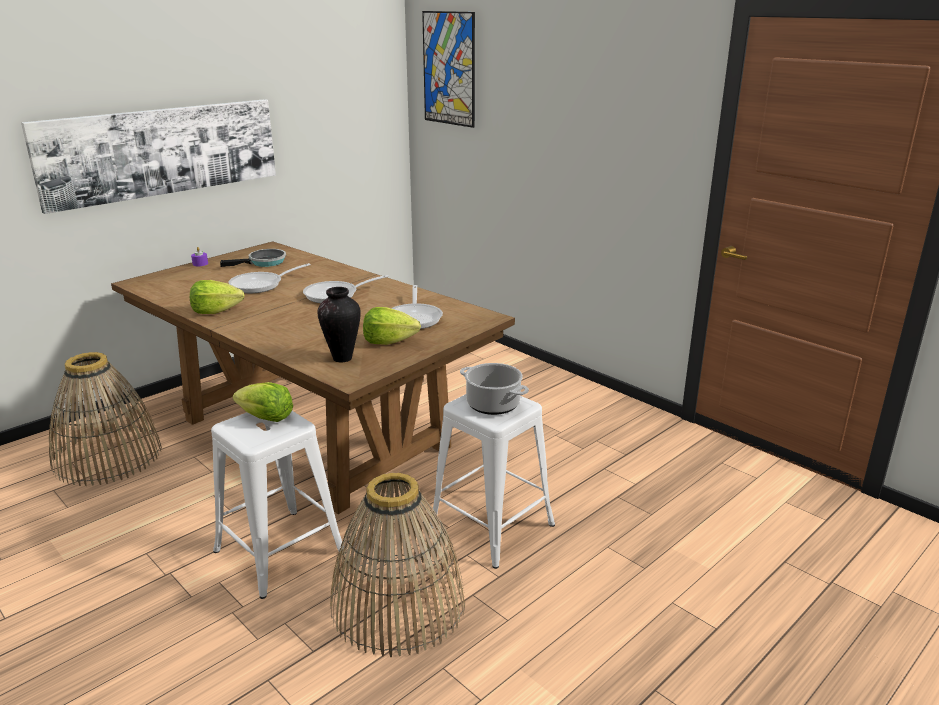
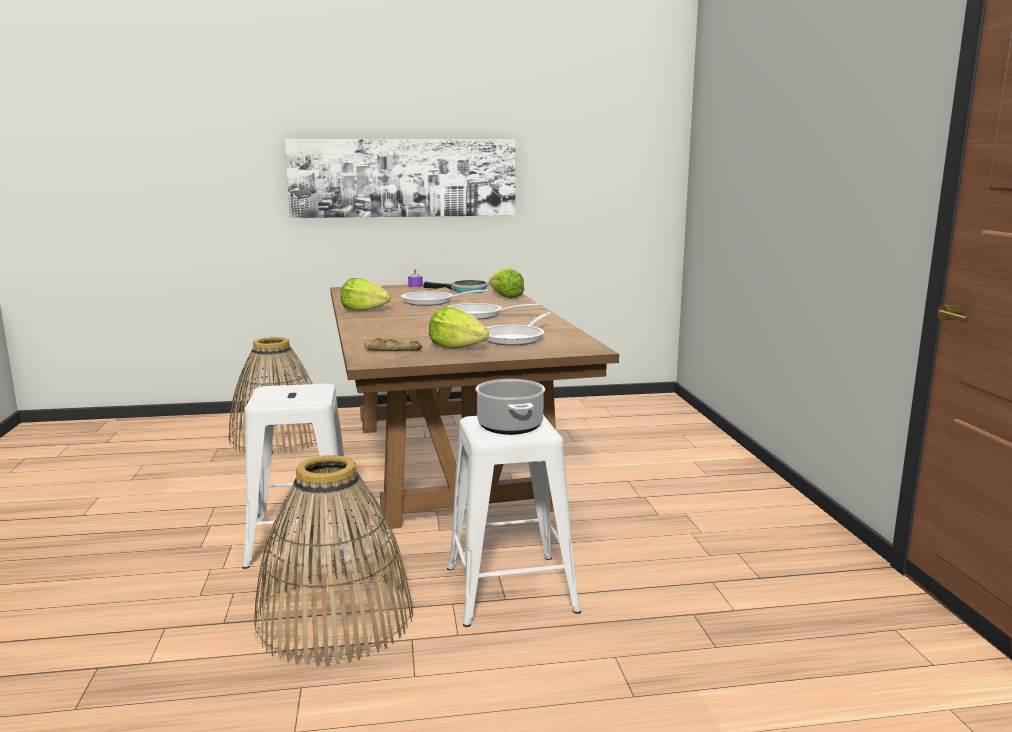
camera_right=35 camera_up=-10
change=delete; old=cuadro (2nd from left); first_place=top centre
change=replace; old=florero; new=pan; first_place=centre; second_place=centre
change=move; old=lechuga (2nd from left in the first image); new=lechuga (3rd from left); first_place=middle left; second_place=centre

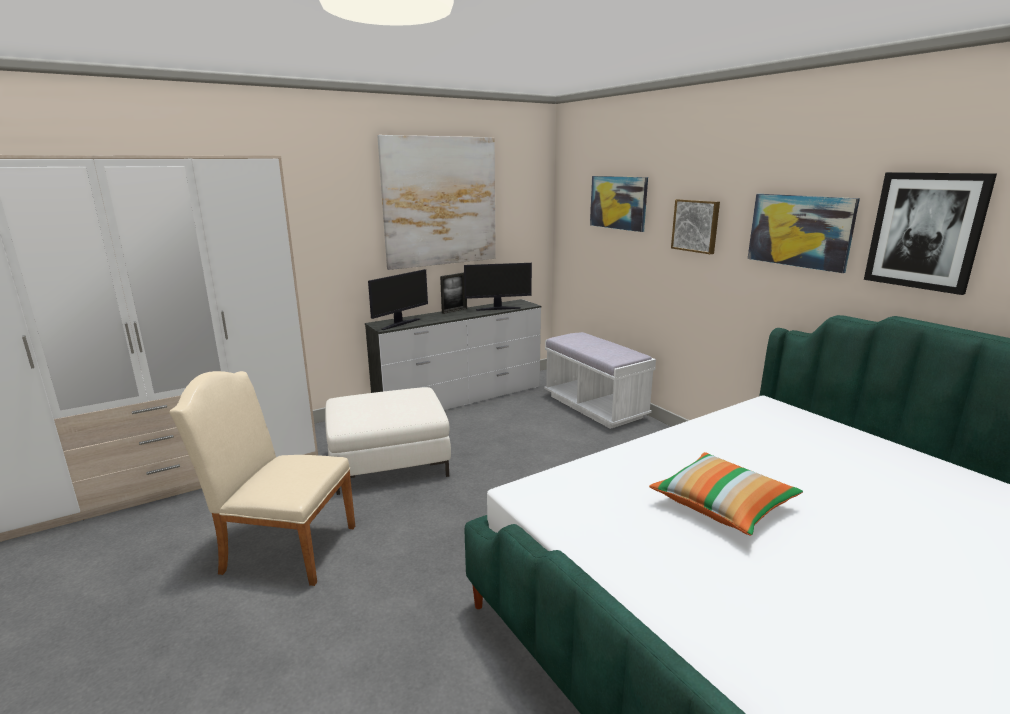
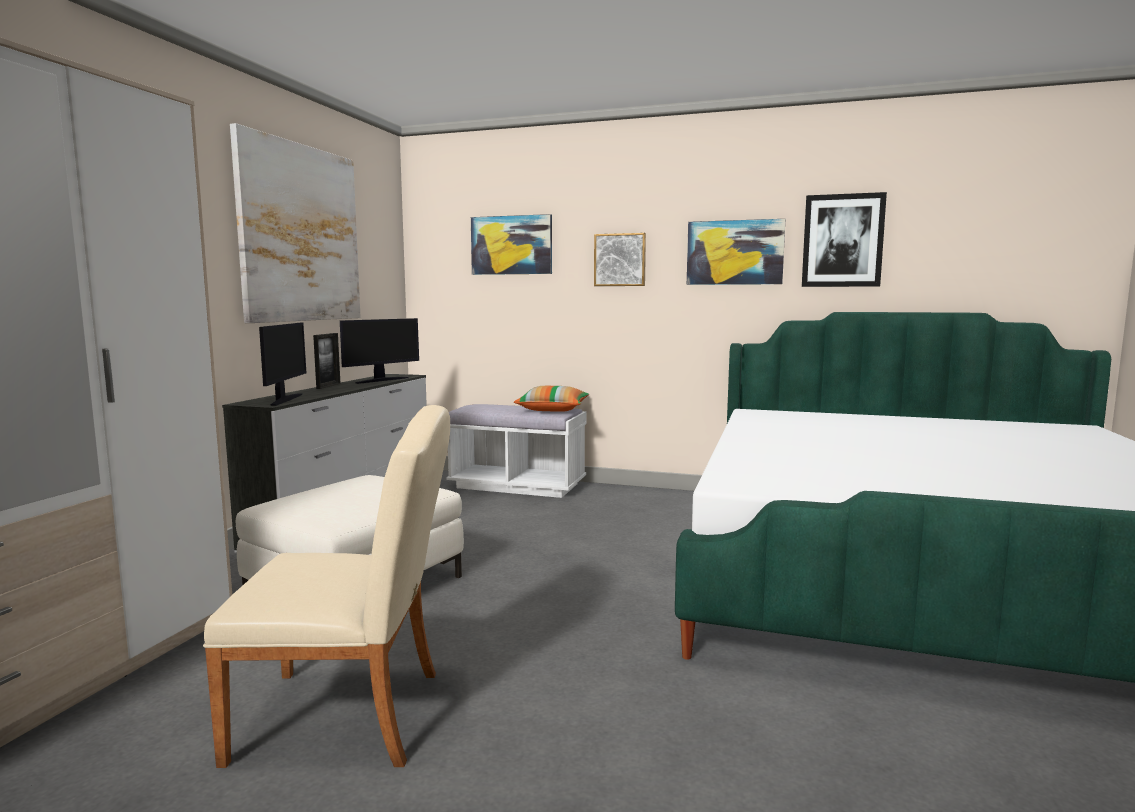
camera_right=-40 camera_up=-10
change=rotate; old=silla [beis]; first_place=bottom left; second_place=bottom left; degrees=-150
change=move; old=cojín; first_place=bottom right; second_place=centre

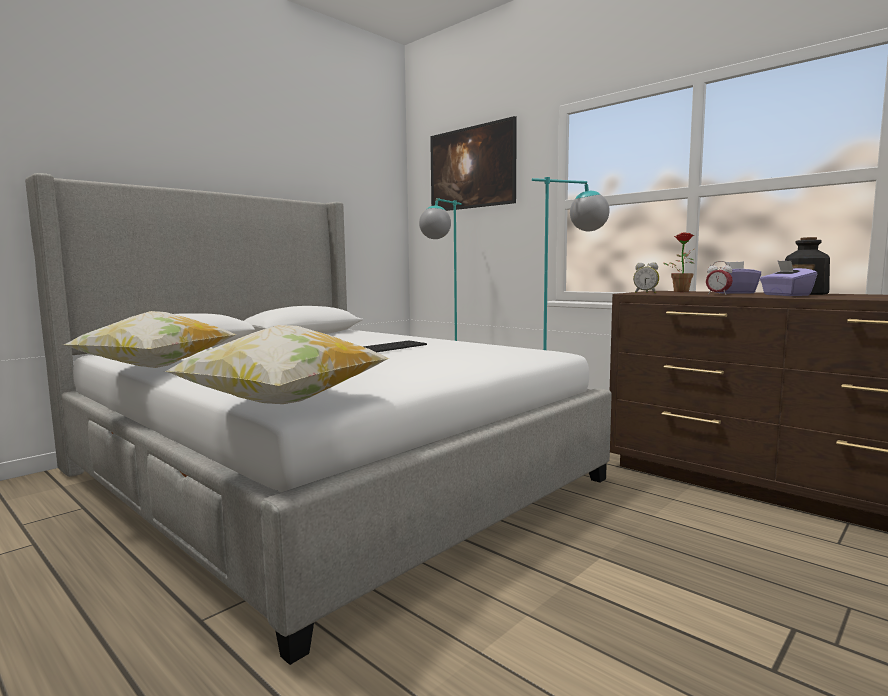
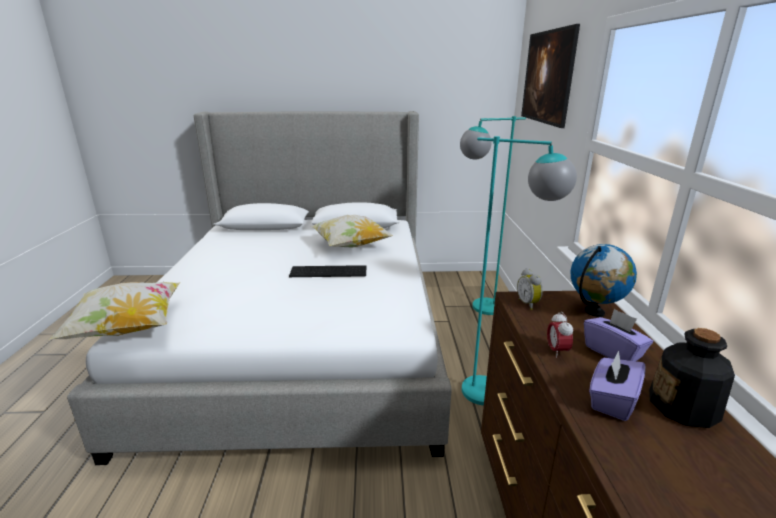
camera_right=45 camera_up=15
change=replace; old=planta en maceta; new=globo terráqueo; first_place=middle right; second_place=middle right
change=move; old=cojín (1st from left in the first image); new=cojín (2nd from left); first_place=middle left; second_place=centre

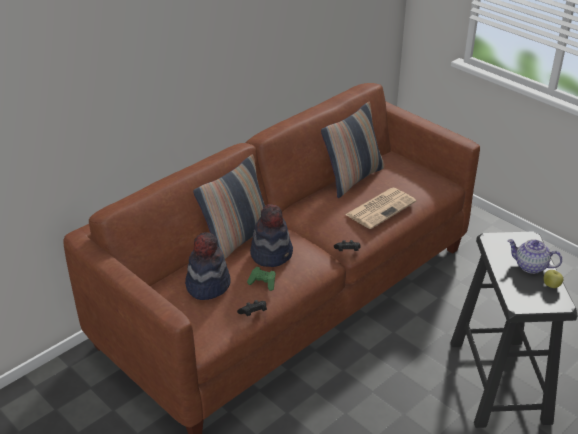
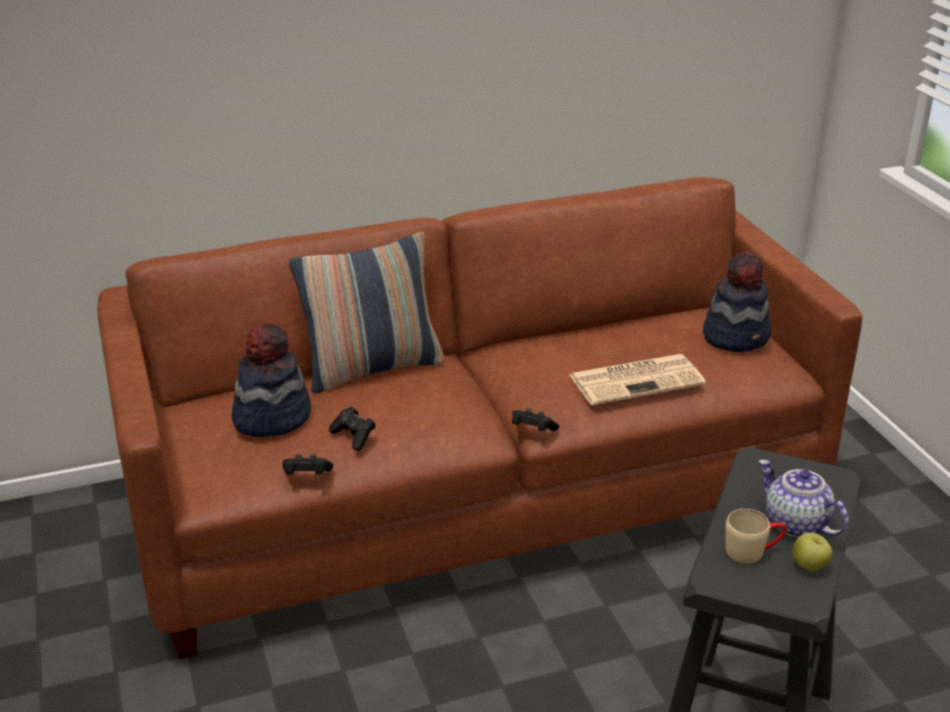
camera_right=25 camera_up=-5
change=delete; old=cojín (2nd from left); first_place=centre
change=move; old=sombrero (2nd from left); first_place=centre; second_place=middle right
change=recolor; old=mando de consola [verde]; new=mando de consola [negro] (2nd from left); first_place=centre; second_place=centre
change=insert; new=taza grande [beis]; second_place=bottom right

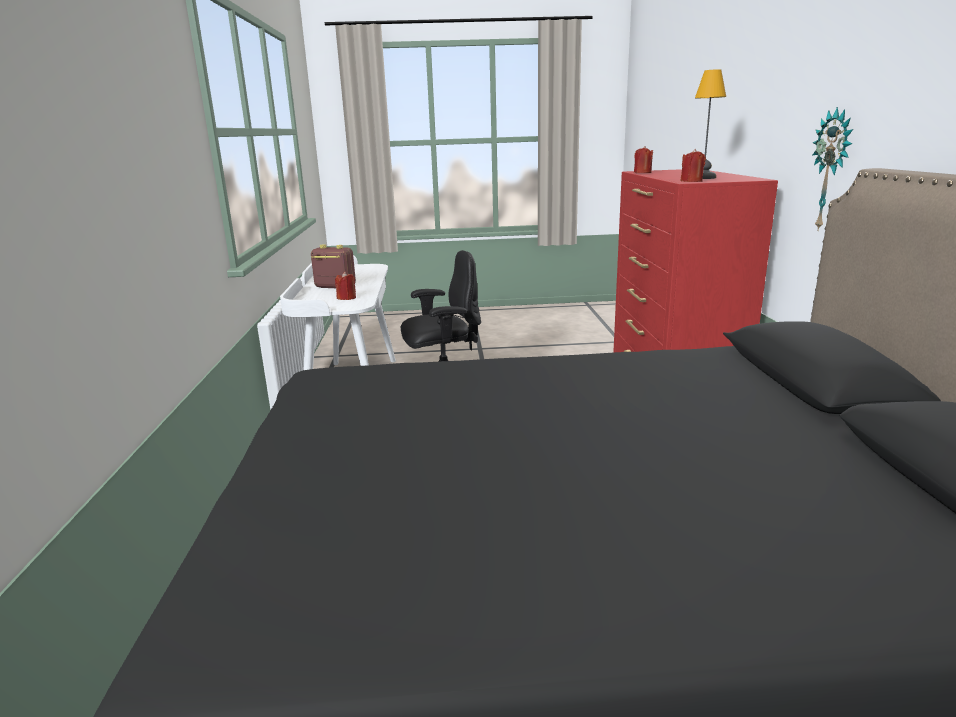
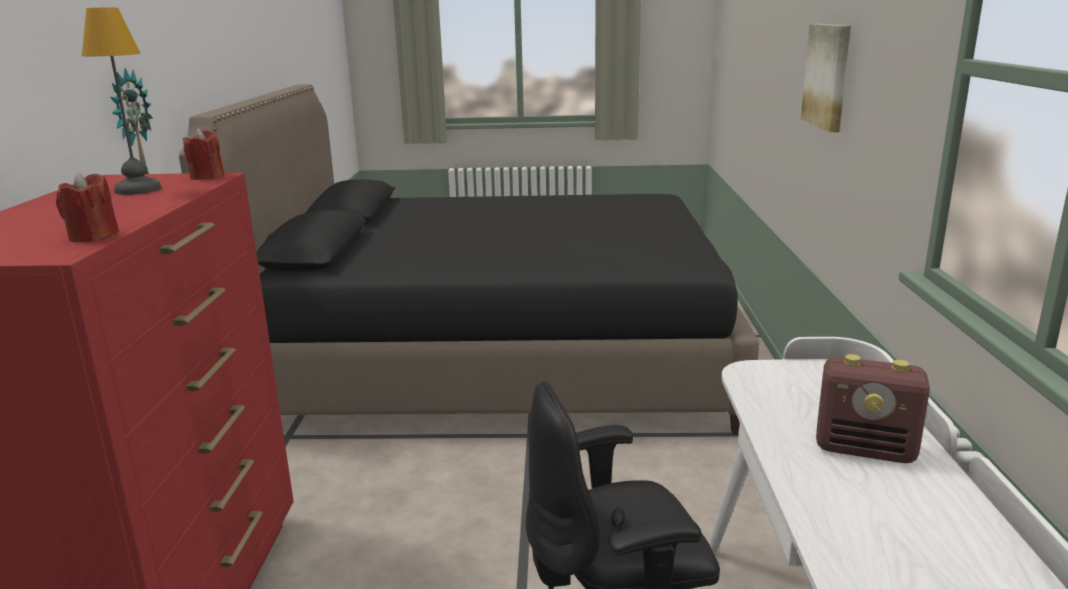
camera_right=-175 camera_up=0
change=delete; old=vela [rojo] (1st from left); first_place=centre
change=insert; new=cuadro; second_place=top right

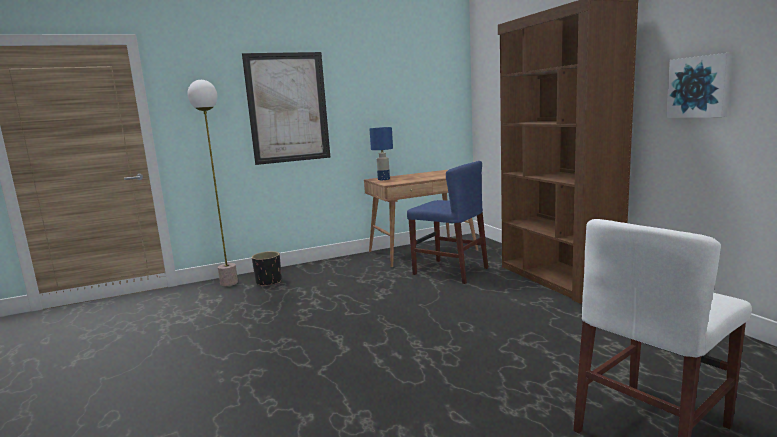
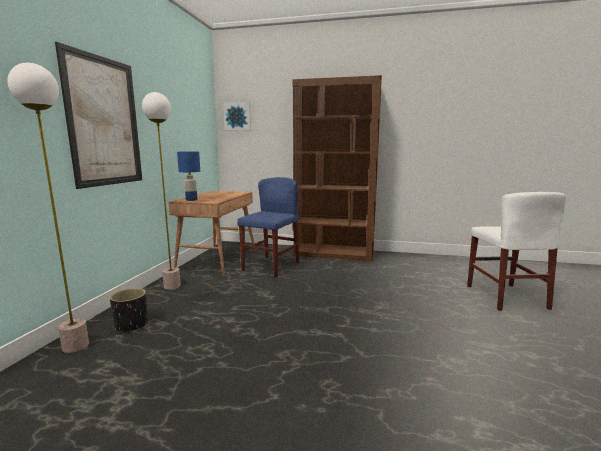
camera_right=-55 camera_up=0
change=move; old=cuadro (2nd from left); first_place=top right; second_place=top centre
change=rotate; old=silla [azul]; first_place=centre; second_place=centre; degrees=-45
change=insert; new=lámpara de pie (2nd from left); second_place=middle left

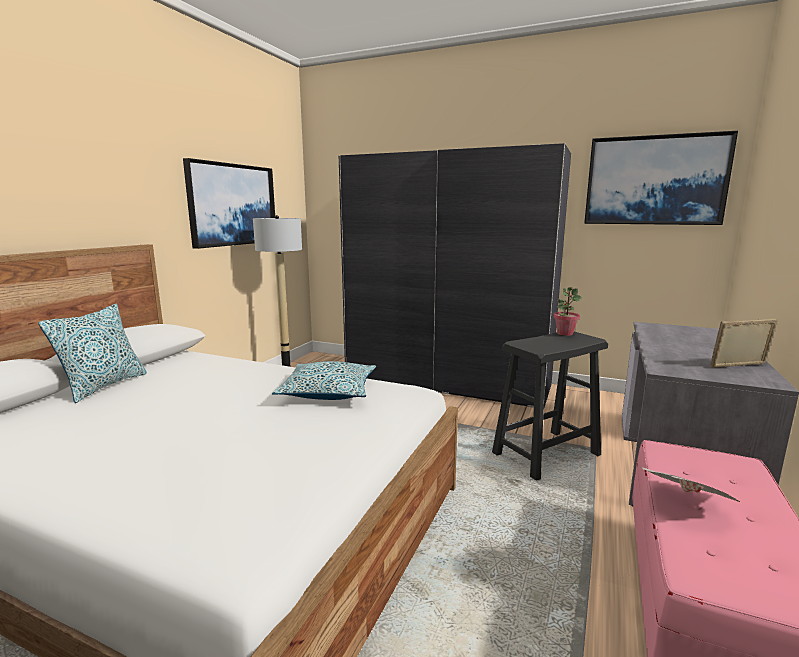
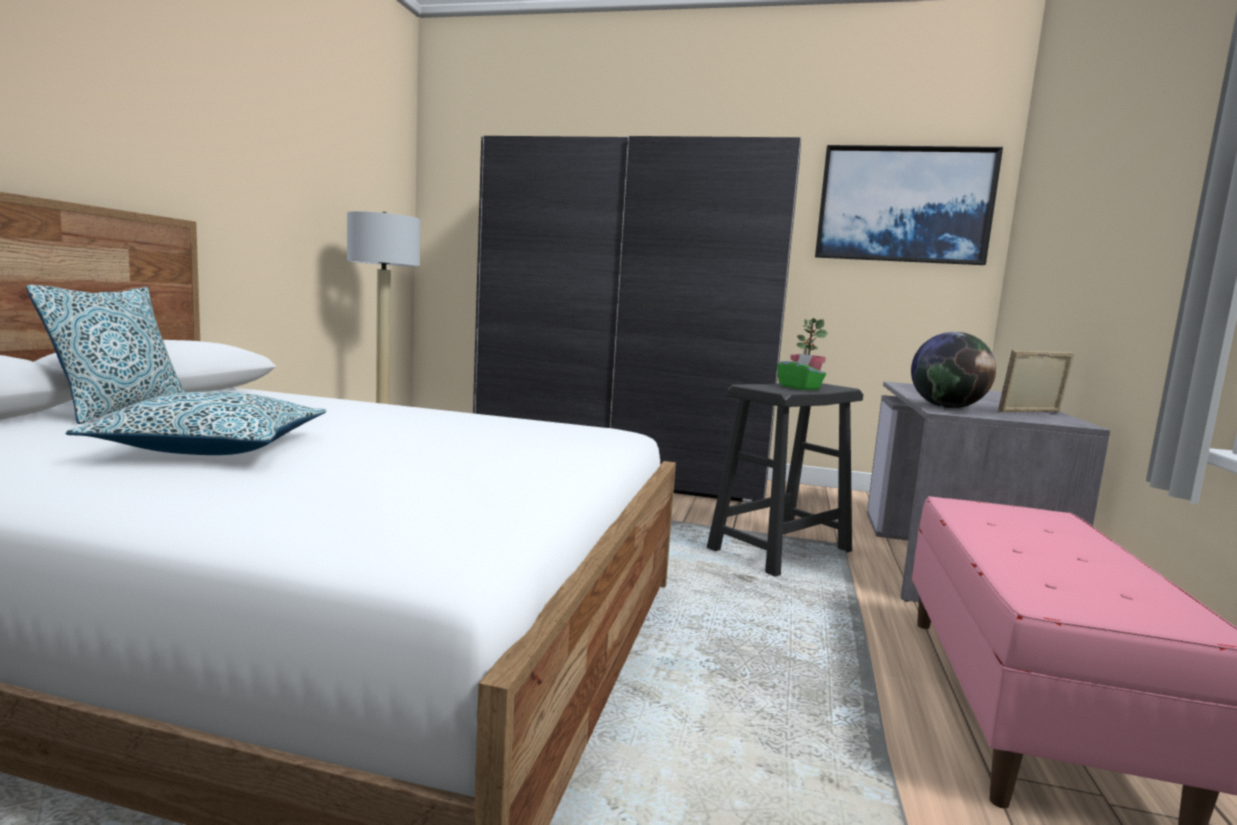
camera_right=-10 camera_up=-5
change=delete; old=cuadro (1st from left); first_place=top left
change=move; old=cojín (2nd from left); first_place=centre; second_place=middle left
change=delete; old=periódico; first_place=bottom right
change=insert; new=globo terráqueo; second_place=middle right
change=insert; new=caja de pañuelos [verde]; second_place=centre

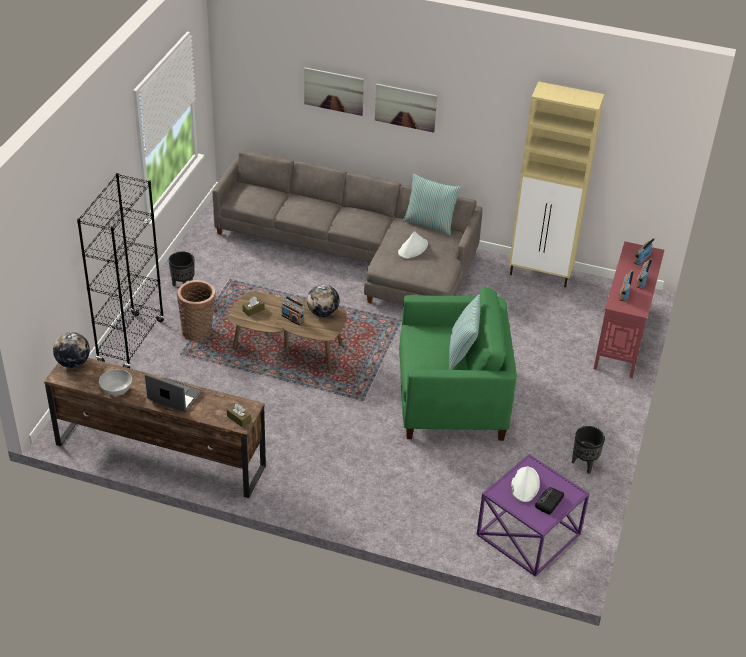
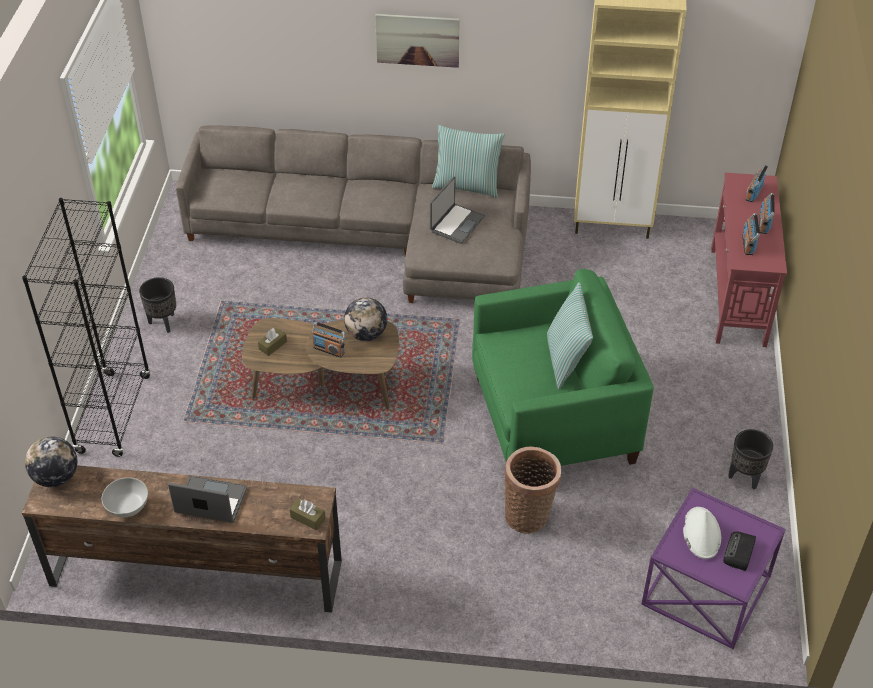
camera_right=-10 camera_up=5
change=delete; old=cuadro (1st from left); first_place=top centre
change=replace; old=sombrero [blanco] (1st from left); new=portátil (2nd from left); first_place=centre; second_place=top centre
change=move; old=cesta; first_place=middle left; second_place=bottom centre

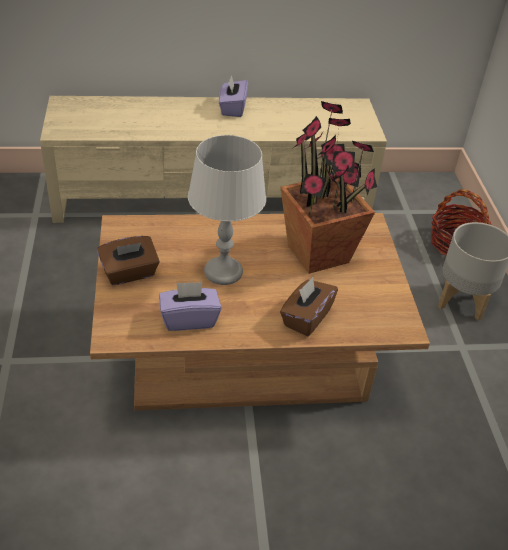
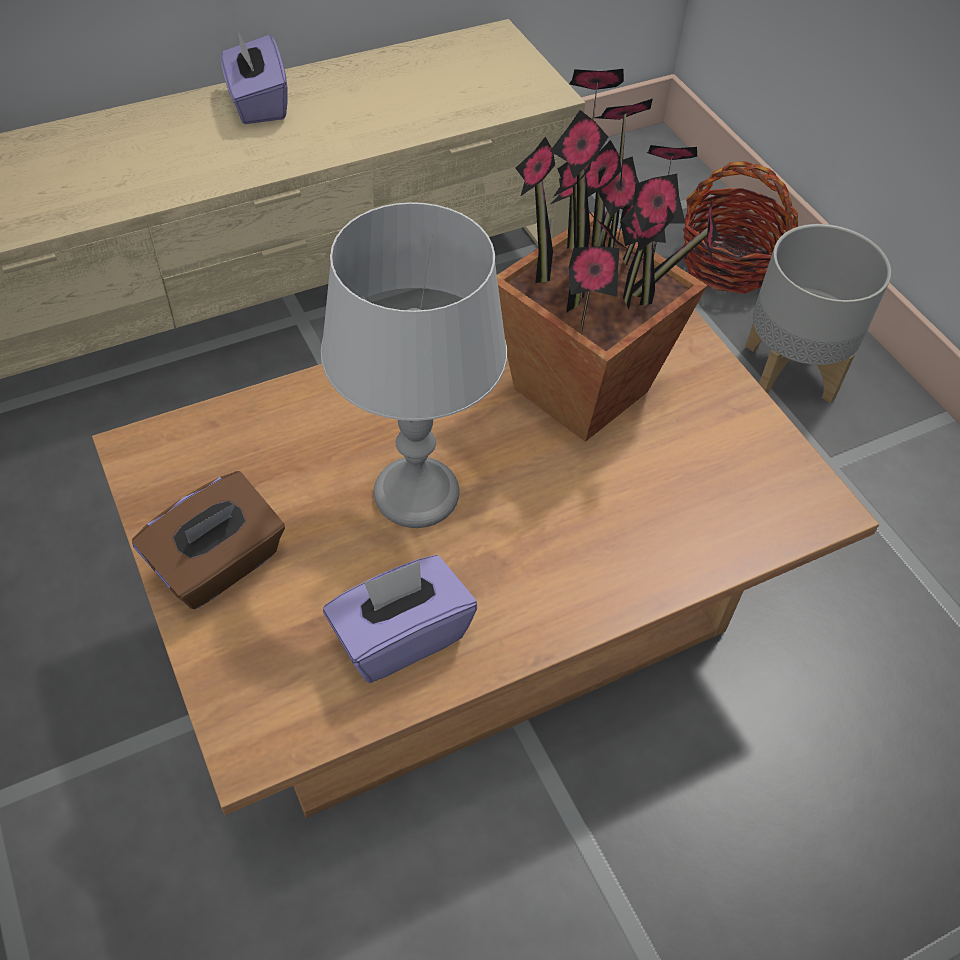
camera_right=-20 camera_up=10
change=delete; old=caja de pañuelos [marrón] (2nd from left); first_place=centre

